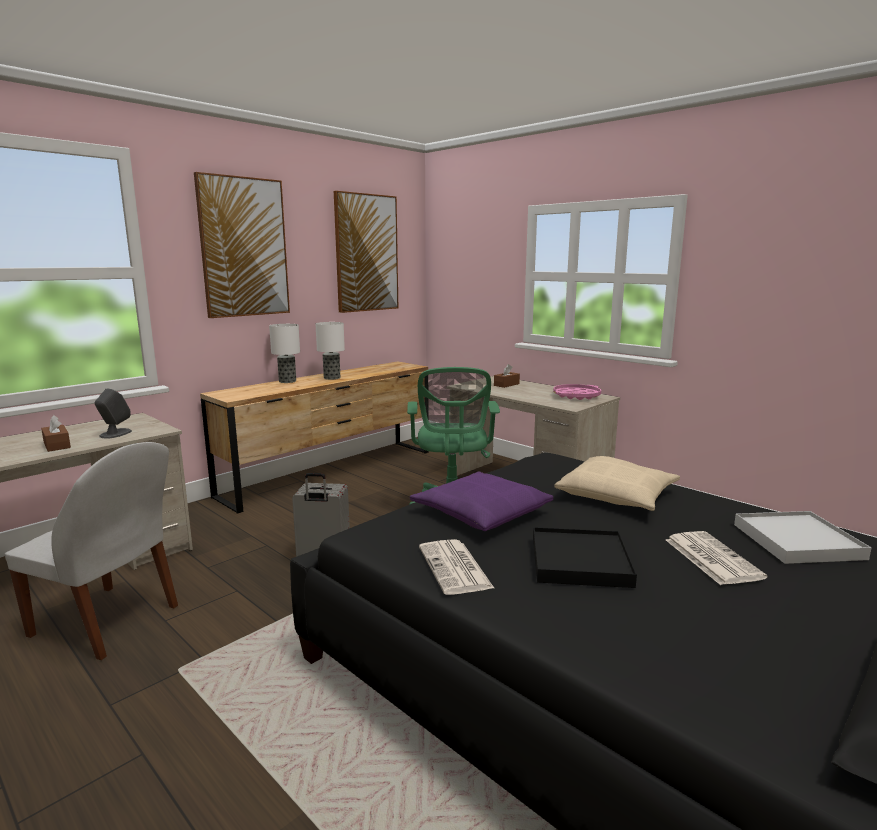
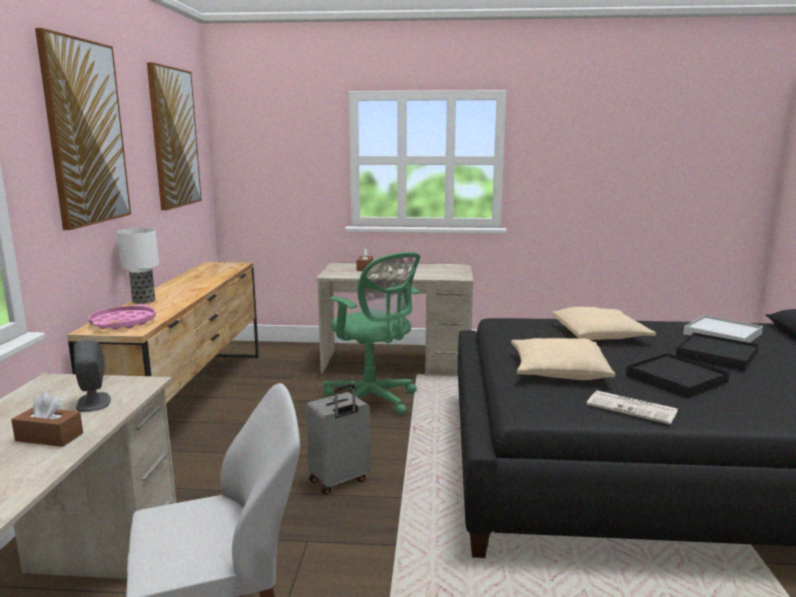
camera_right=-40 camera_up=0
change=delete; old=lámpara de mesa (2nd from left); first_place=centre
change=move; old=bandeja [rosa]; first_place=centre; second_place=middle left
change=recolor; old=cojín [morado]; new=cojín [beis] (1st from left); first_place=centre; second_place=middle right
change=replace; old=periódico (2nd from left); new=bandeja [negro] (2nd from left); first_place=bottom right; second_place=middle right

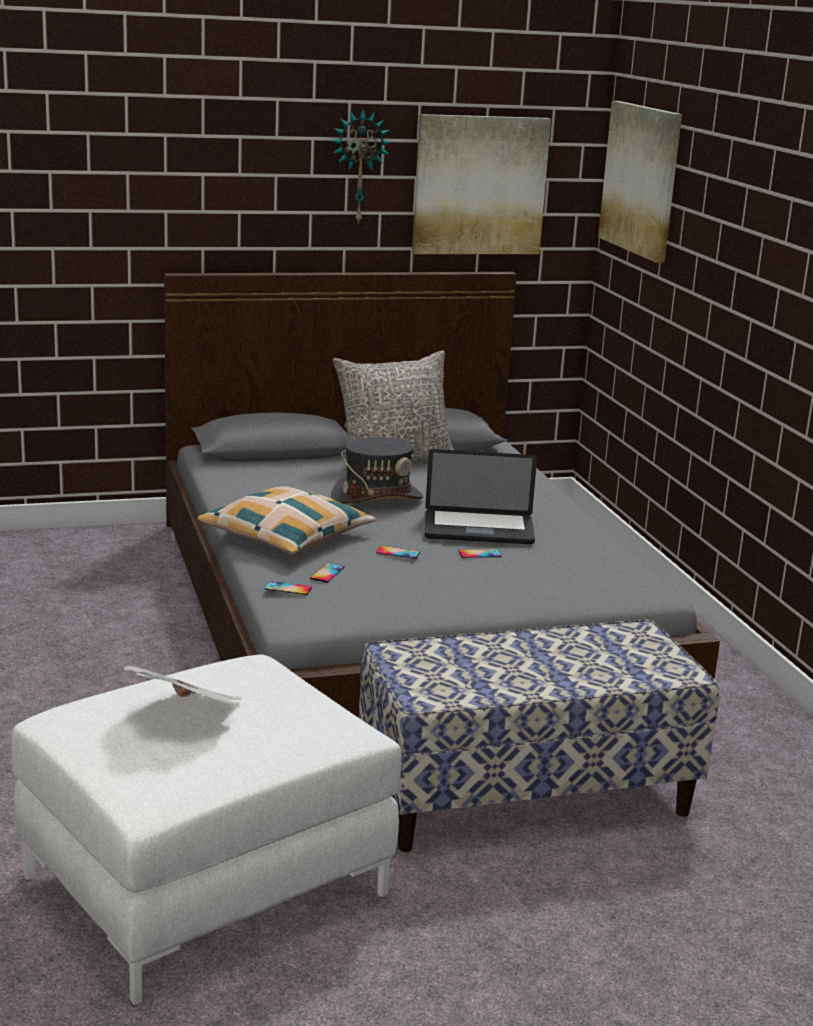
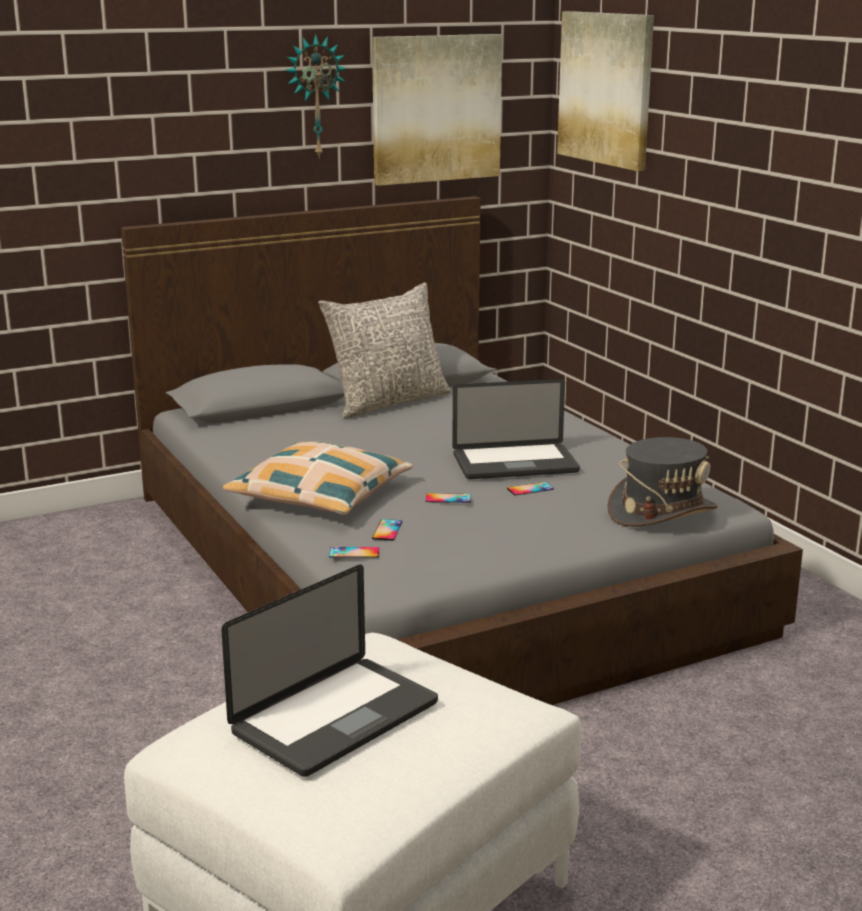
camera_right=-10 camera_up=0
change=move; old=sombrero [gris]; first_place=centre; second_place=middle right
change=delete; old=banco; first_place=bottom centre
change=replace; old=periódico; new=portátil (1st from left); first_place=bottom left; second_place=bottom centre

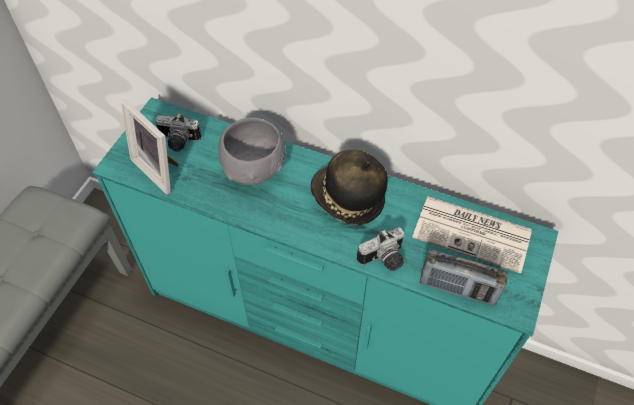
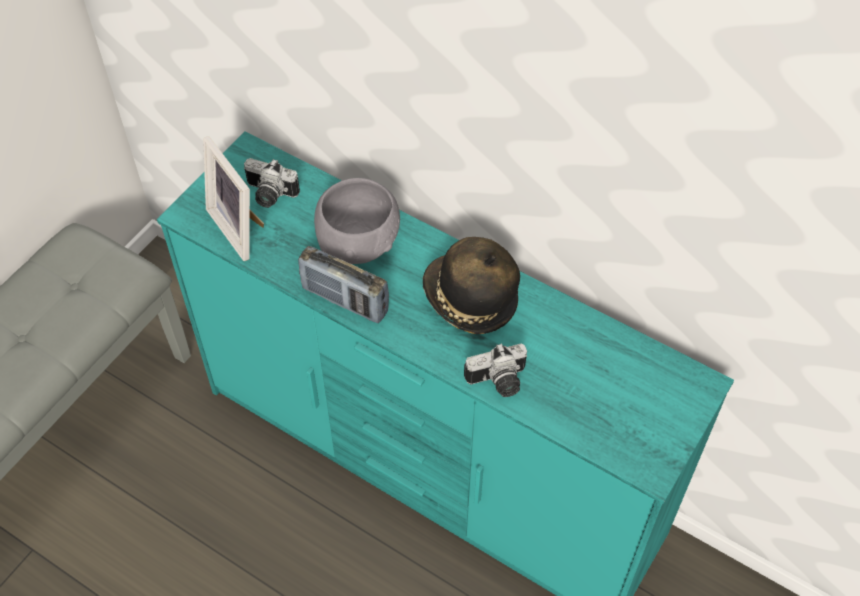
camera_right=10 camera_up=0
change=delete; old=periódico; first_place=middle right
change=move; old=radio; first_place=bottom right; second_place=centre

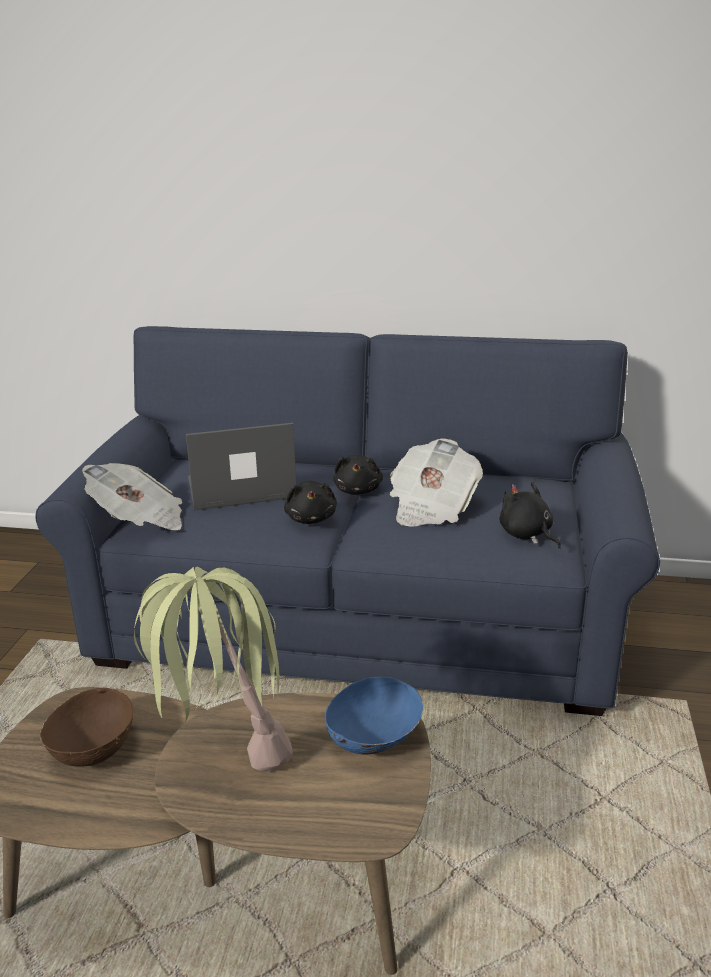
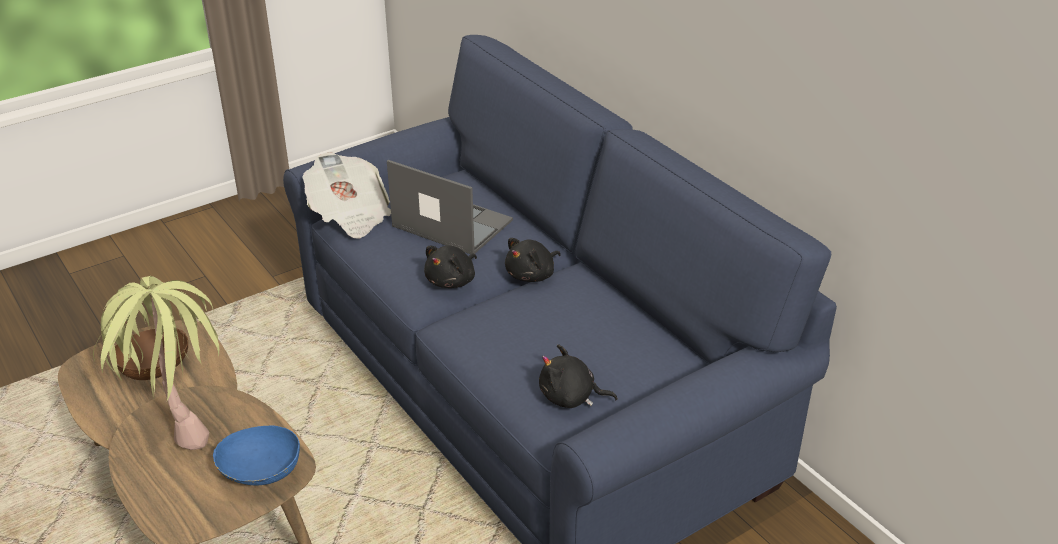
camera_right=45 camera_up=10
change=delete; old=periódico (2nd from left); first_place=centre
change=rotate; old=peluche [negro] (3rd from left); first_place=middle right; second_place=bottom centre; degrees=-90

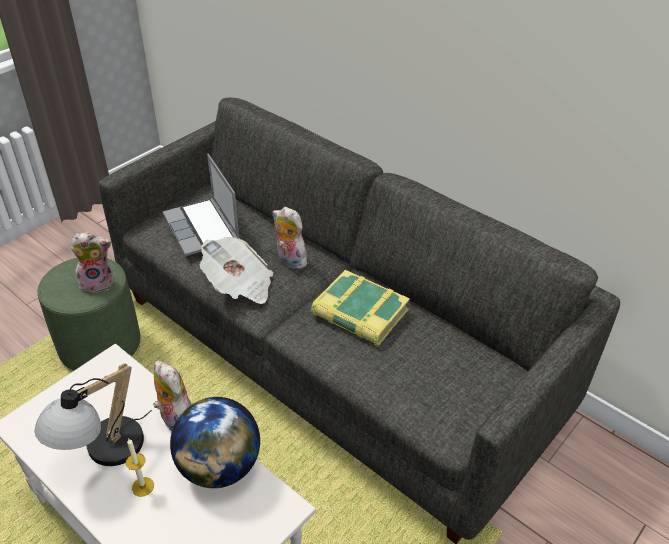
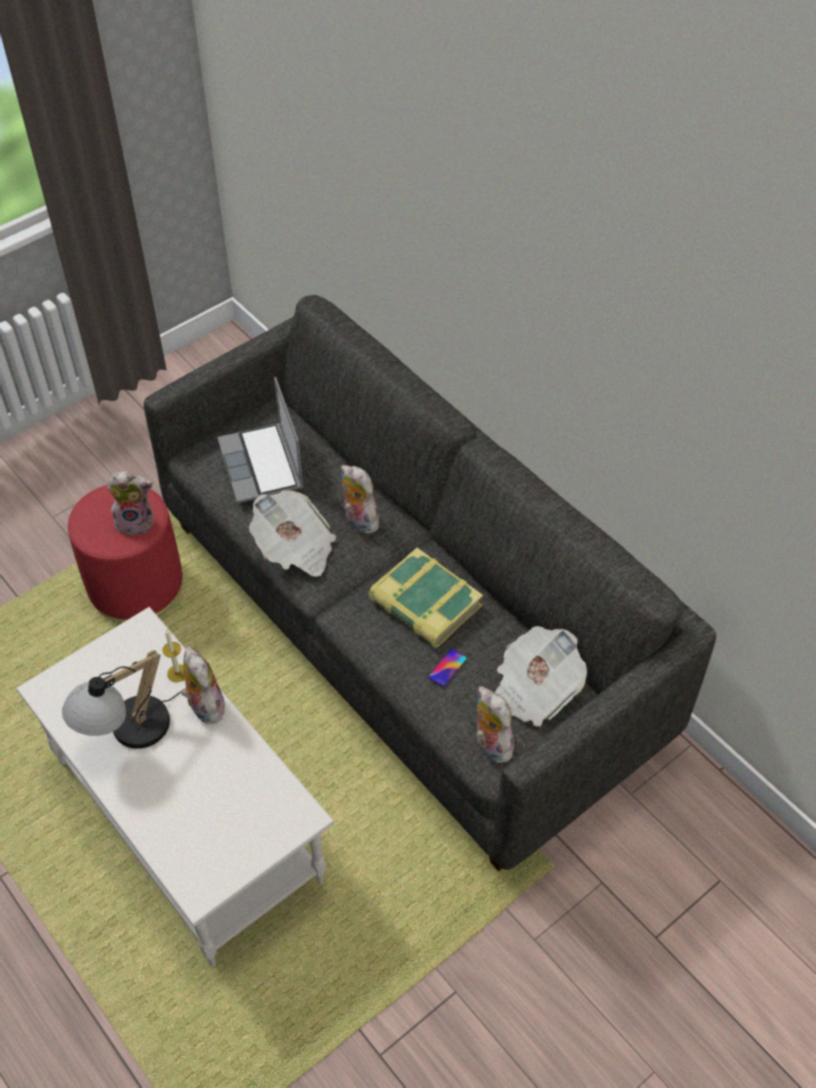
camera_right=10 camera_up=10
change=recolor; old=puf [verde]; new=puf [rojo]; first_place=middle left; second_place=middle left
change=delete; old=globo terráqueo; first_place=bottom left
change=move; old=vela; first_place=bottom left; second_place=middle left
change=insert; new=periódico (2nd from left); second_place=centre
change=insert; new=móvil; second_place=centre
change=insert; new=peluche (4th from left); second_place=centre

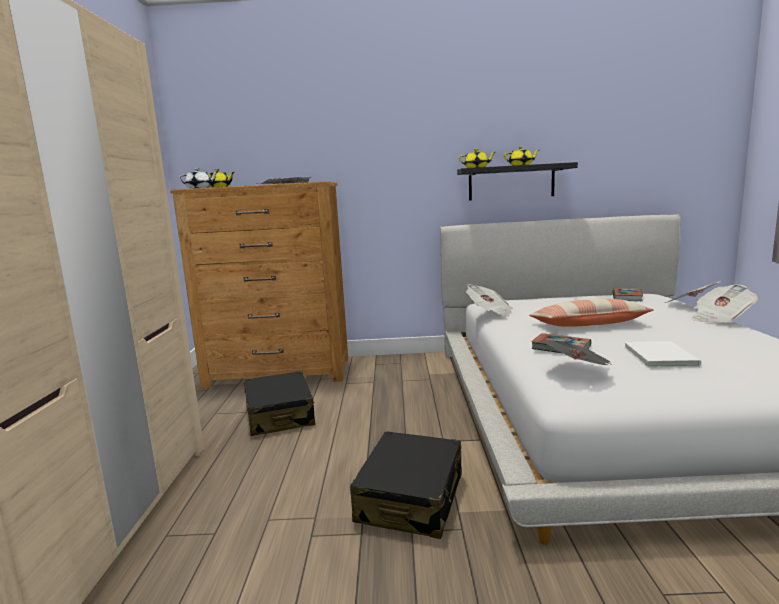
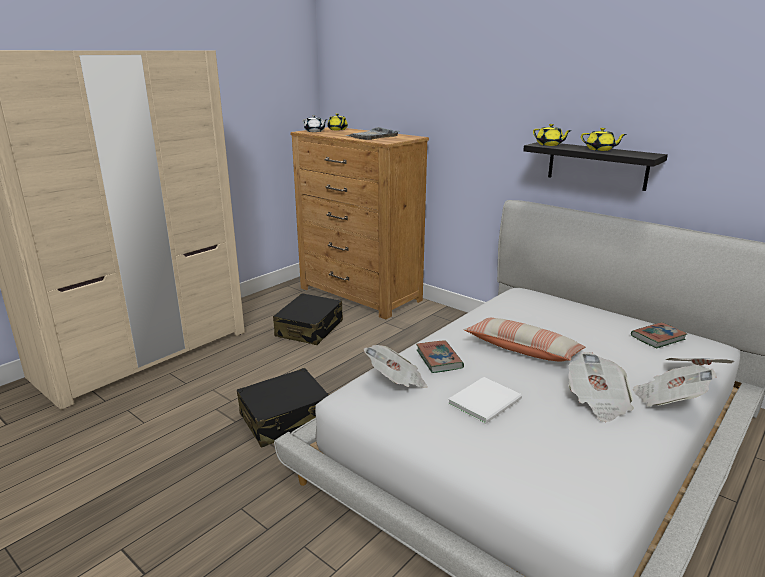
camera_right=40 camera_up=10
change=move; old=periódico (1st from left in the first image); new=periódico (2nd from left); first_place=centre; second_place=bottom right

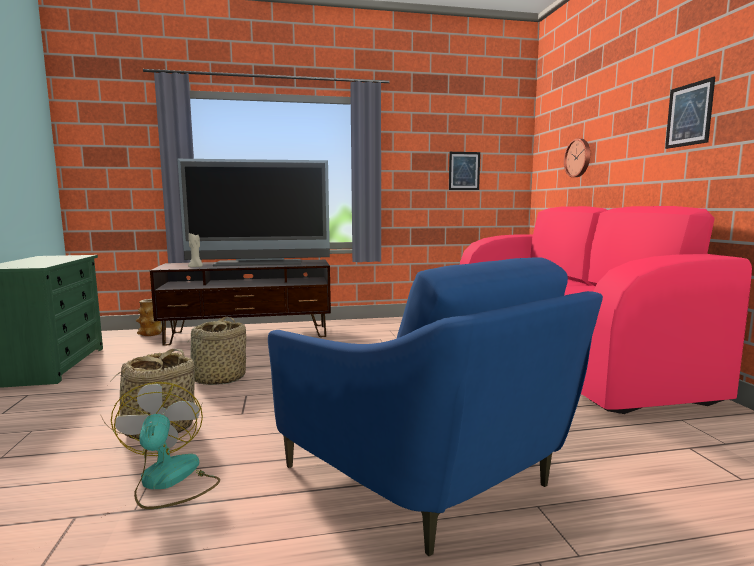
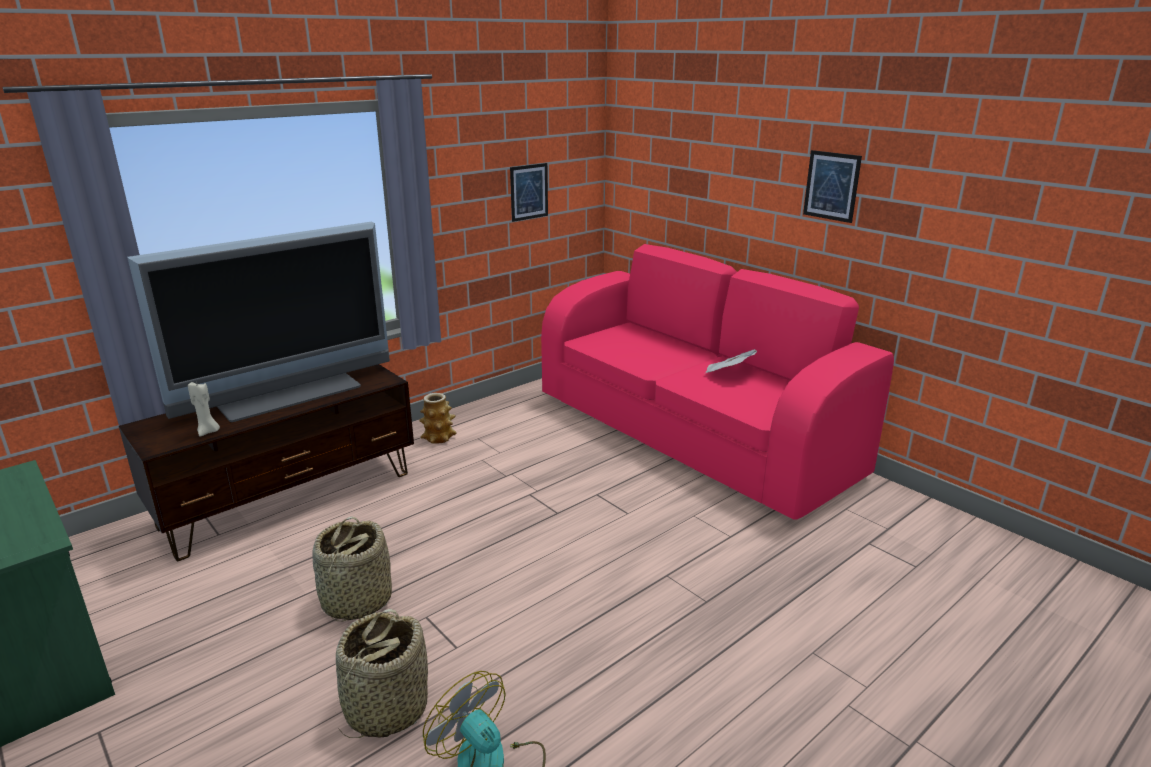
camera_right=-30 camera_up=15
change=delete; old=reloj de pared; first_place=top right
change=delete; old=sillón [azul]; first_place=bottom centre
change=move; old=florero; first_place=middle left; second_place=centre
change=insert; new=periódico; second_place=centre

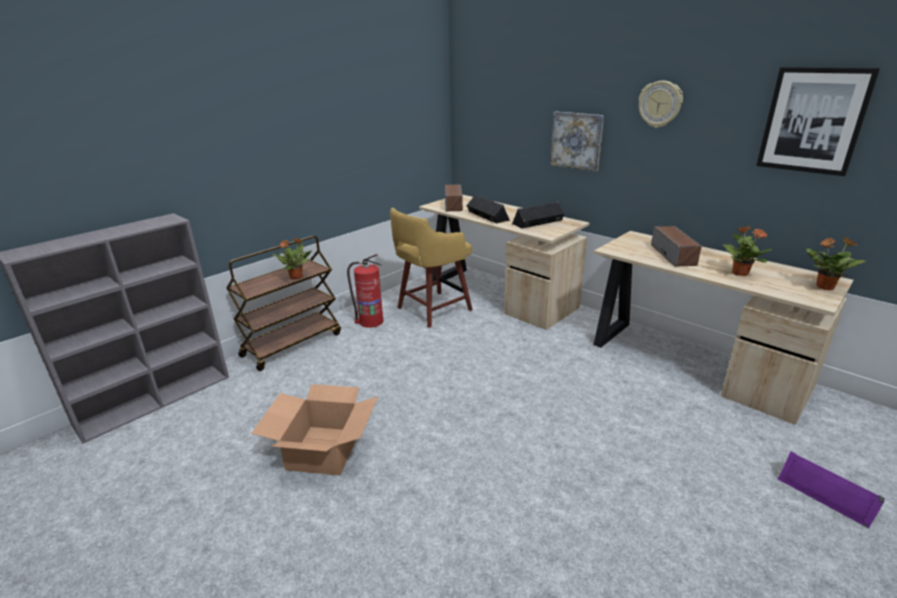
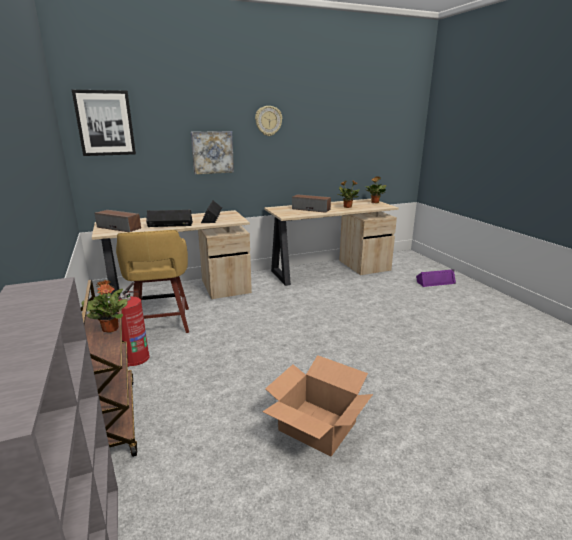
camera_right=-65 camera_up=-5
change=move; old=cuadro (2nd from left in the first image); new=cuadro (1st from left); first_place=top right; second_place=top left

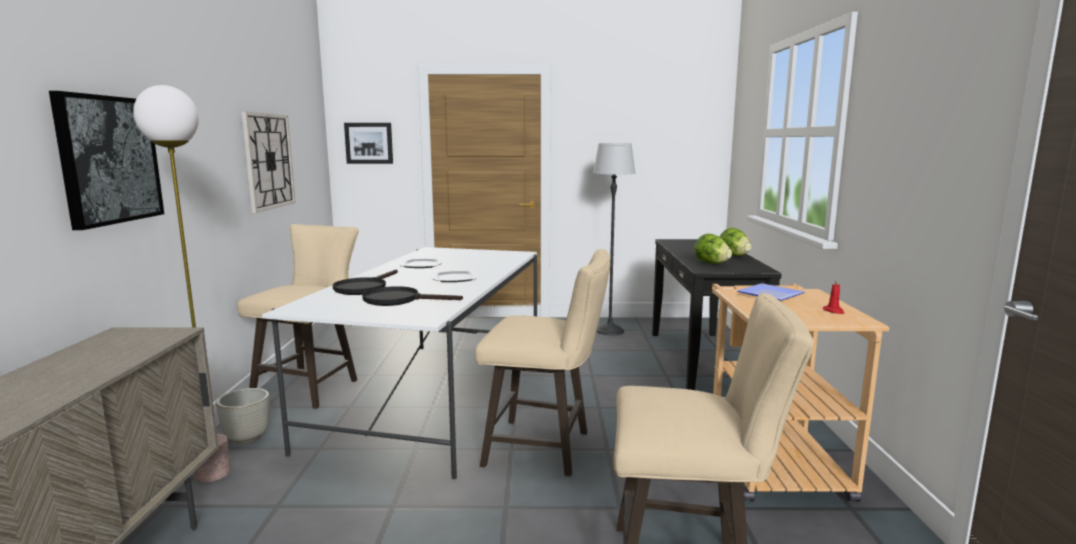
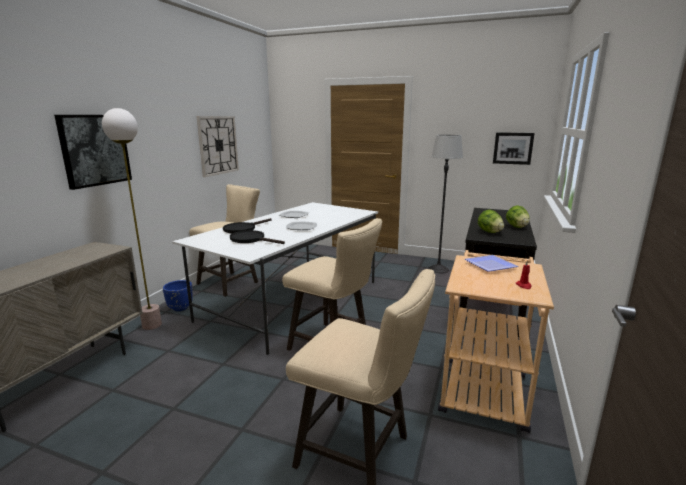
camera_right=20 camera_up=5
change=move; old=cuadro (2nd from left); first_place=top centre; second_place=top right
change=recolor; old=maceta [gris]; new=maceta [azul]; first_place=bottom left; second_place=middle left

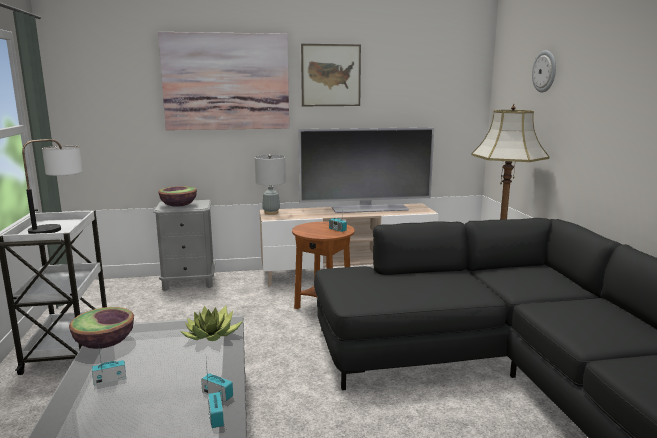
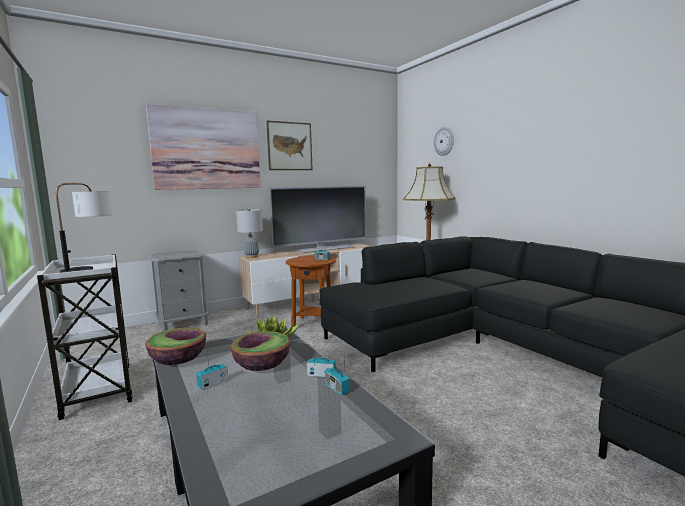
camera_right=-20 camera_up=-5
change=move; old=cuenco (2nd from left); first_place=middle left; second_place=bottom centre

